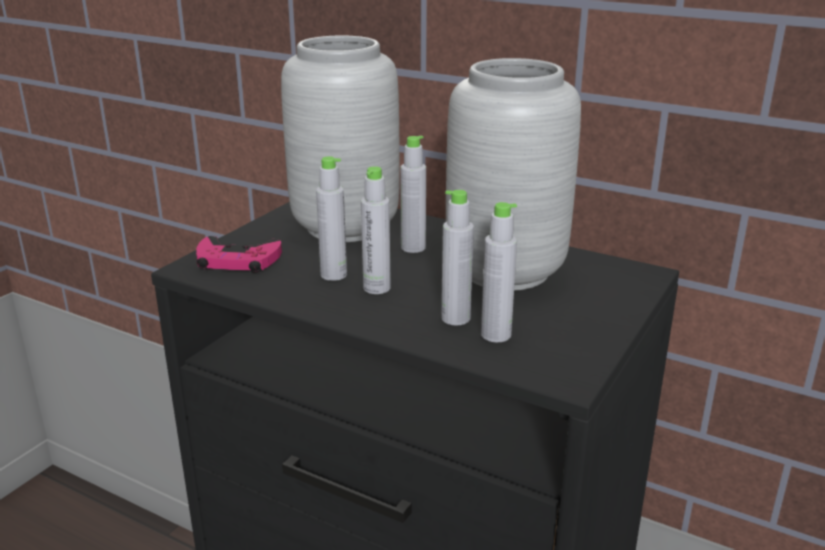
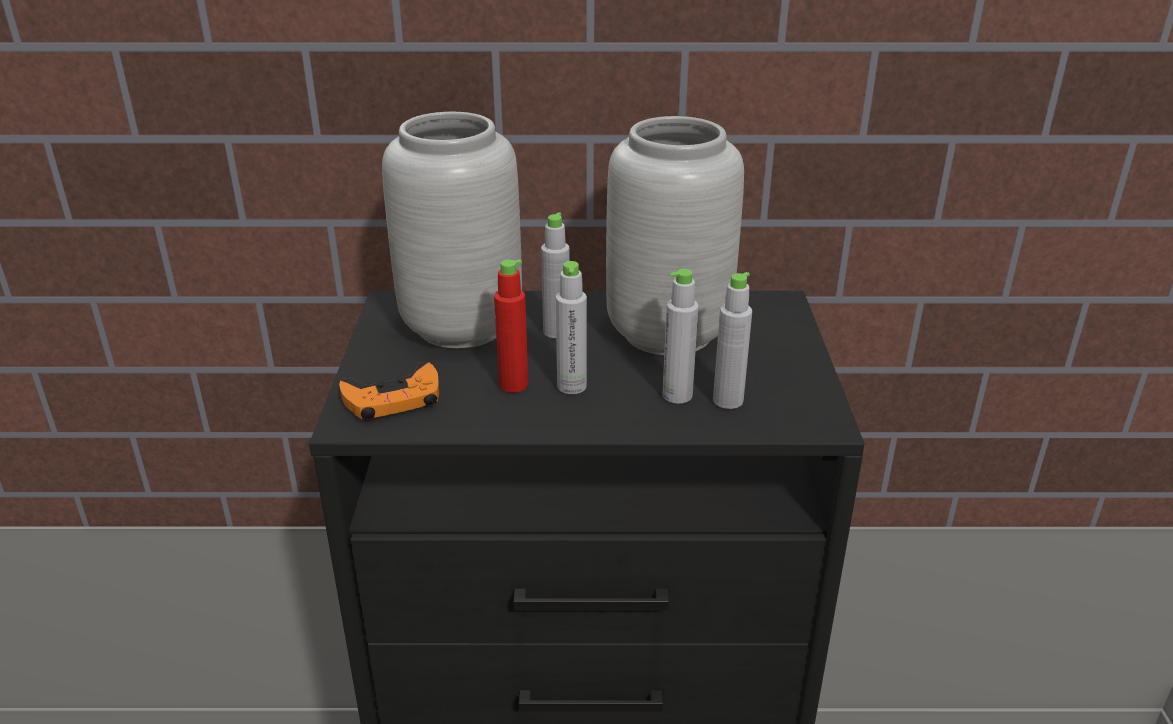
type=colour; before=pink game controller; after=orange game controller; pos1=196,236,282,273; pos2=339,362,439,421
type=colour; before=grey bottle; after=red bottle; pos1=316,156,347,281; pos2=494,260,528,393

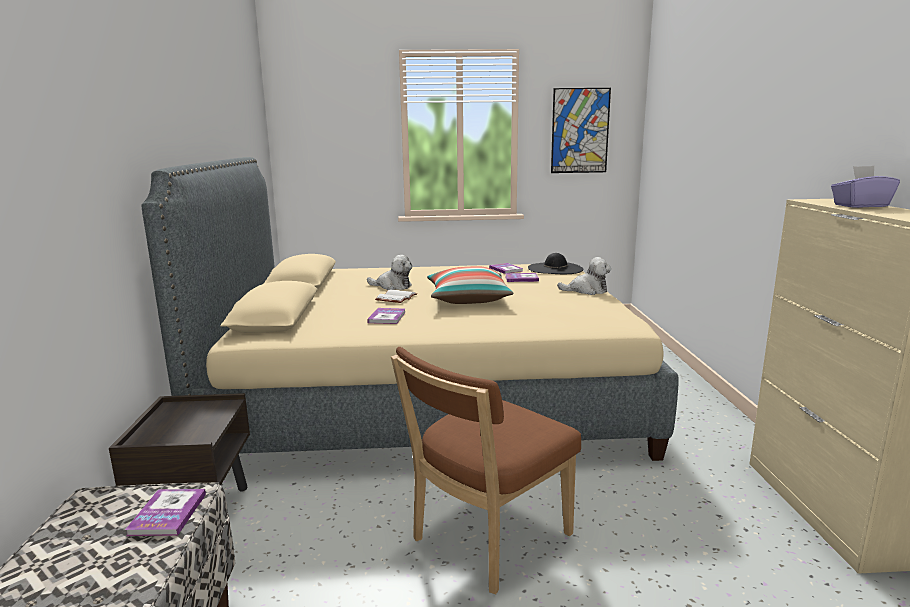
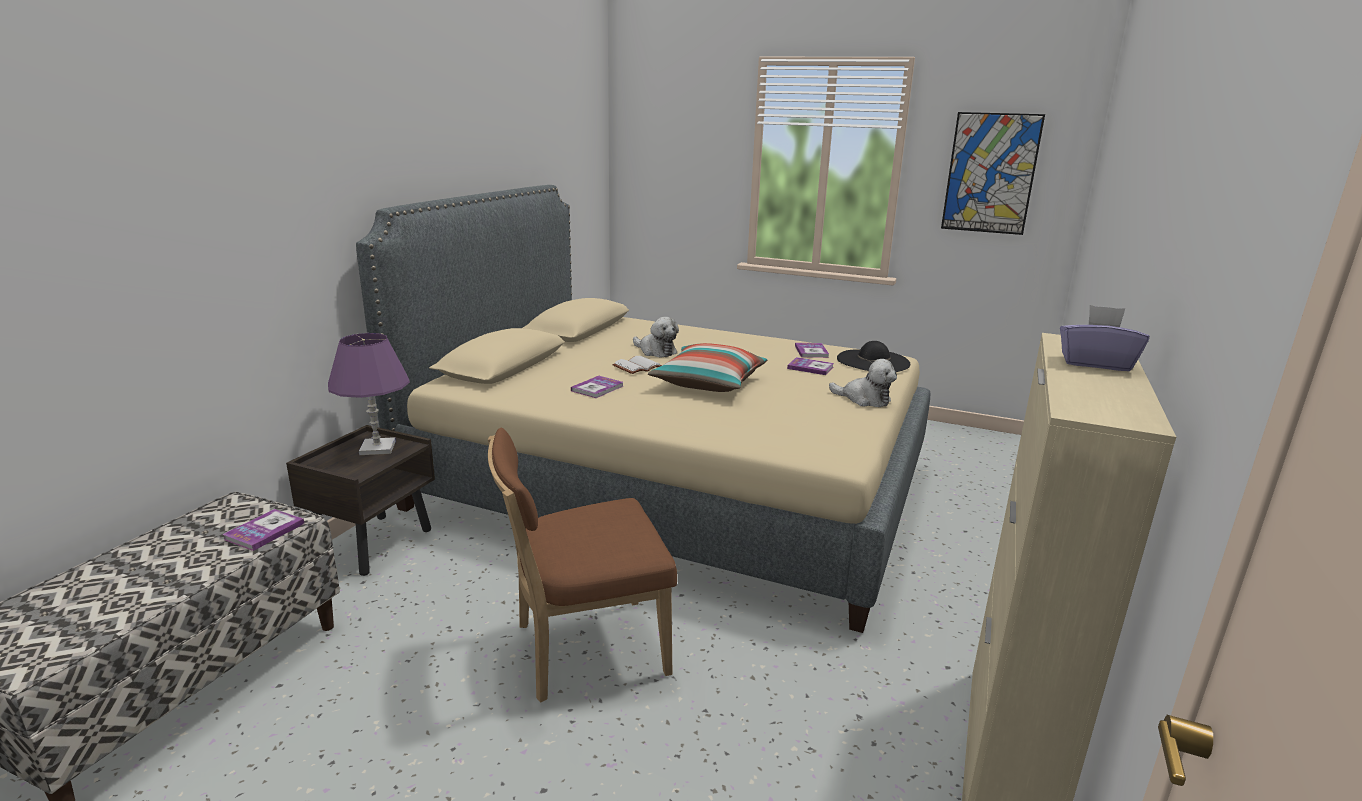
type=appeared; after=purple table lamp; pos2=328,333,410,455

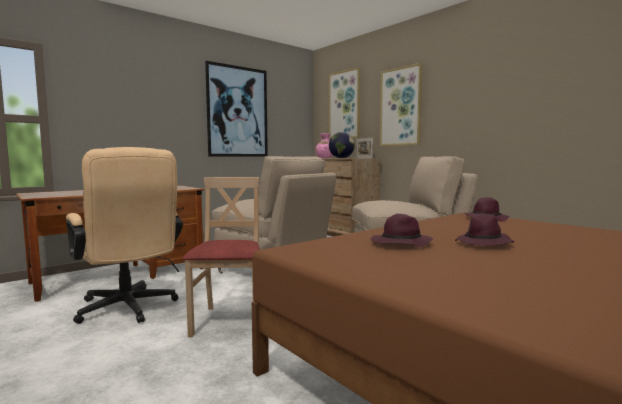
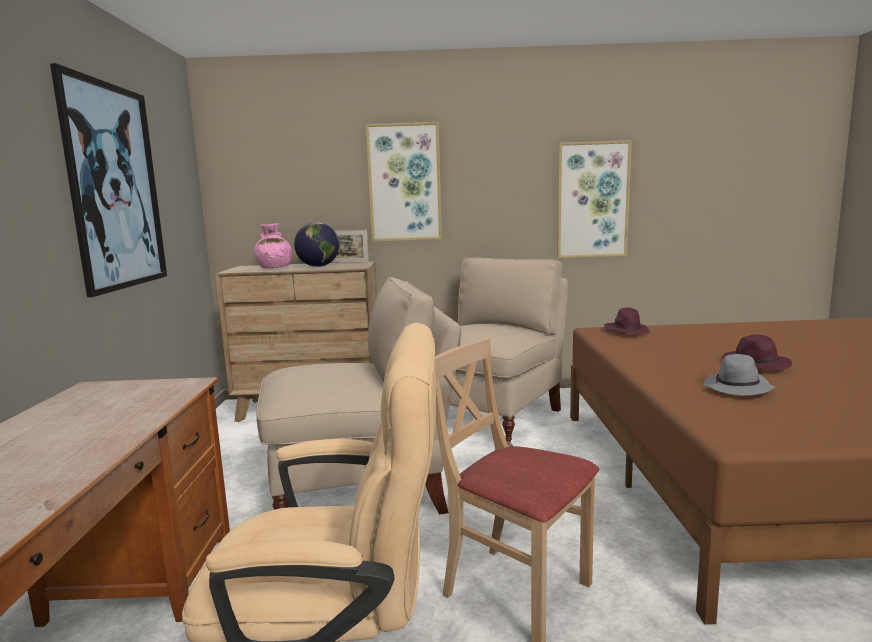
type=relocated; before=picture; pos1=329,67,360,139; pos2=557,140,632,258
type=colour; before=purple hat; after=grey hat; pos1=370,214,433,247; pos2=704,354,775,396

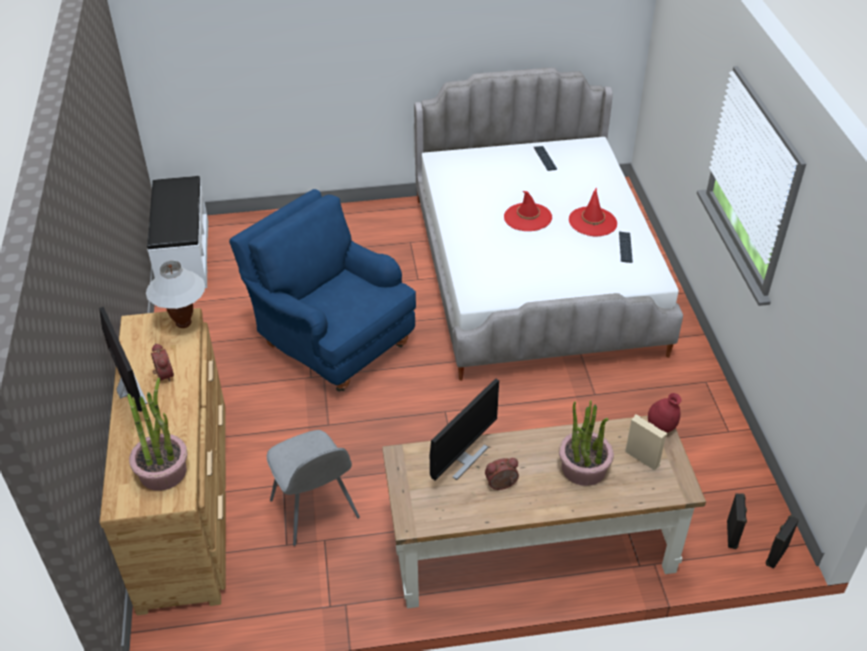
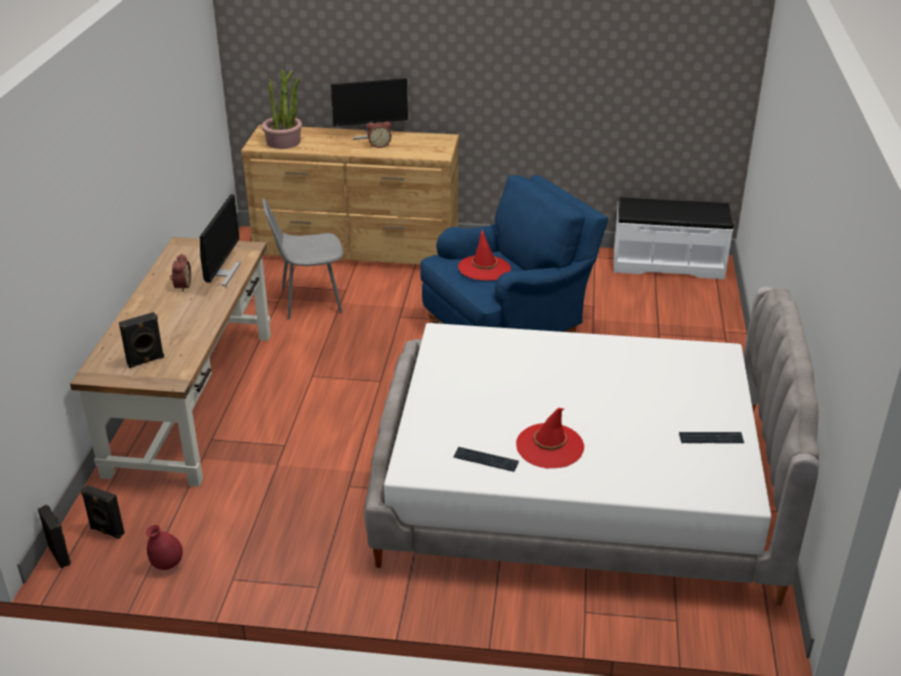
type=colour; before=beige speaker; after=black speaker; pos1=625,414,667,471; pos2=119,312,164,368
type=relocated; before=red vase; pos1=648,393,682,433; pos2=146,525,183,570
type=spun; before=monitor; pos1=430,378,499,480; pos2=200,194,241,286; turn=-135
type=relocated; before=red hat; pos1=504,191,552,231; pos2=458,230,511,281
type=missing; before=white table lamp; pos1=146,260,205,328
type=missing; before=potted plant; pos1=559,400,614,486

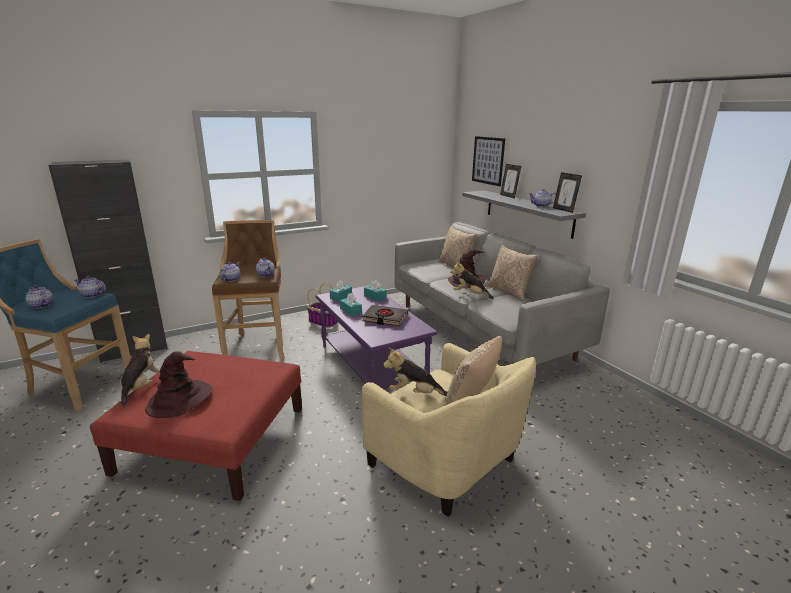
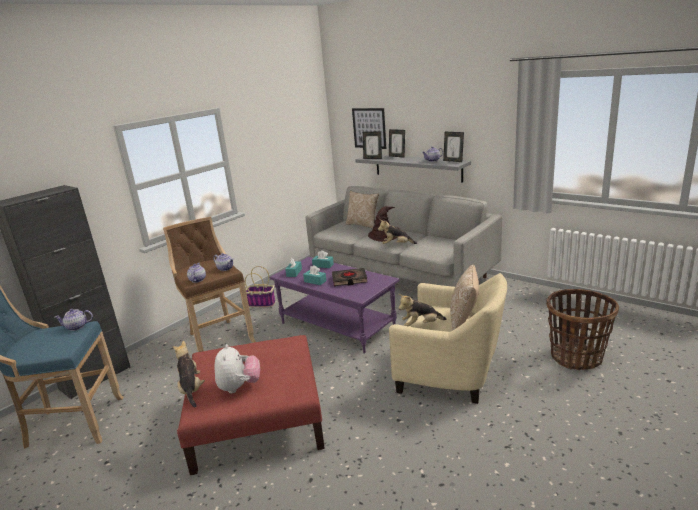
type=exchanged; before=brown hat; after=plush toy; pos1=145,351,213,418; pos2=215,344,260,394
type=appeared; after=picture frame; pos2=363,131,382,159
type=appeared; after=basket; pos2=546,289,619,370
type=missing; before=teapot; pos1=25,286,53,309
type=missing; before=pillow; pos1=487,245,538,301

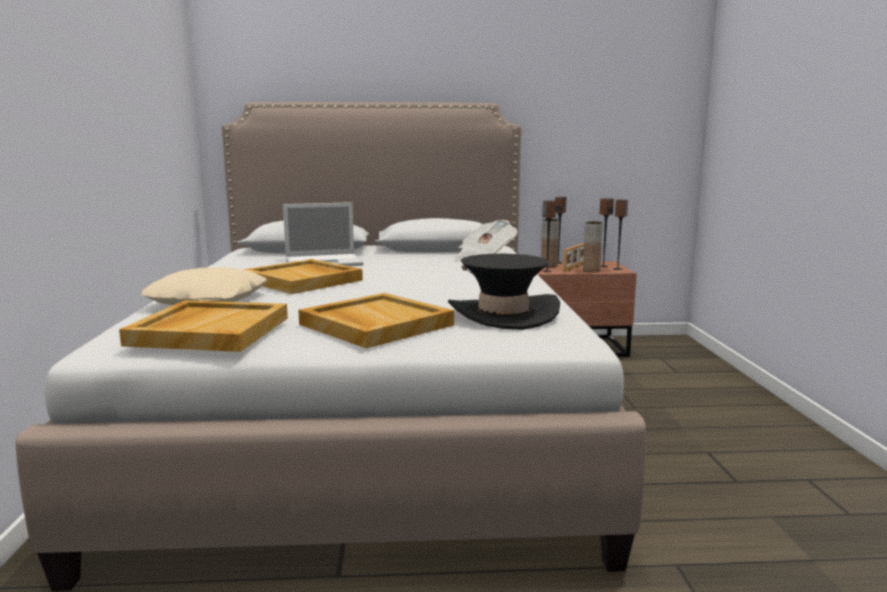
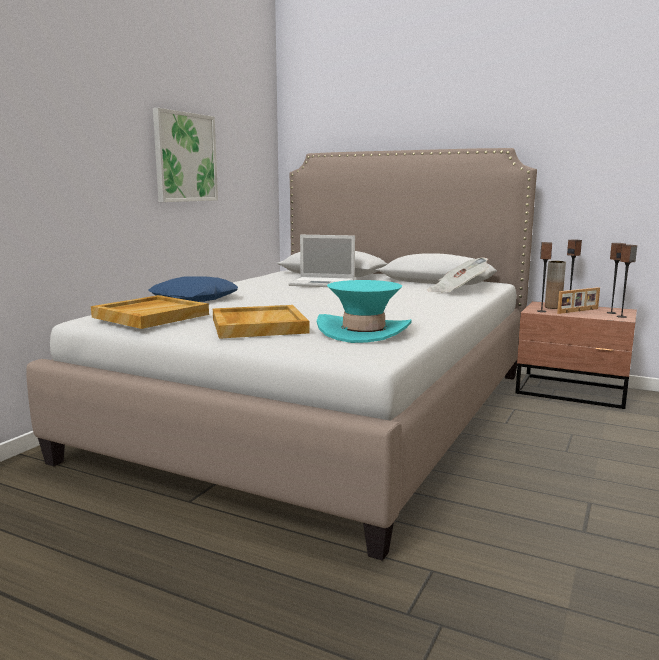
type=colour; before=beige pillow; after=blue pillow; pos1=142,267,267,305; pos2=148,276,238,302
type=appeared; after=picture; pos2=153,108,218,202
type=colour; before=black hat; after=turquoise hat; pos1=448,254,560,330; pos2=317,280,412,343
type=missing; before=beige tray; pos1=243,259,363,294
type=missing; before=brown vase; pos1=583,222,603,272

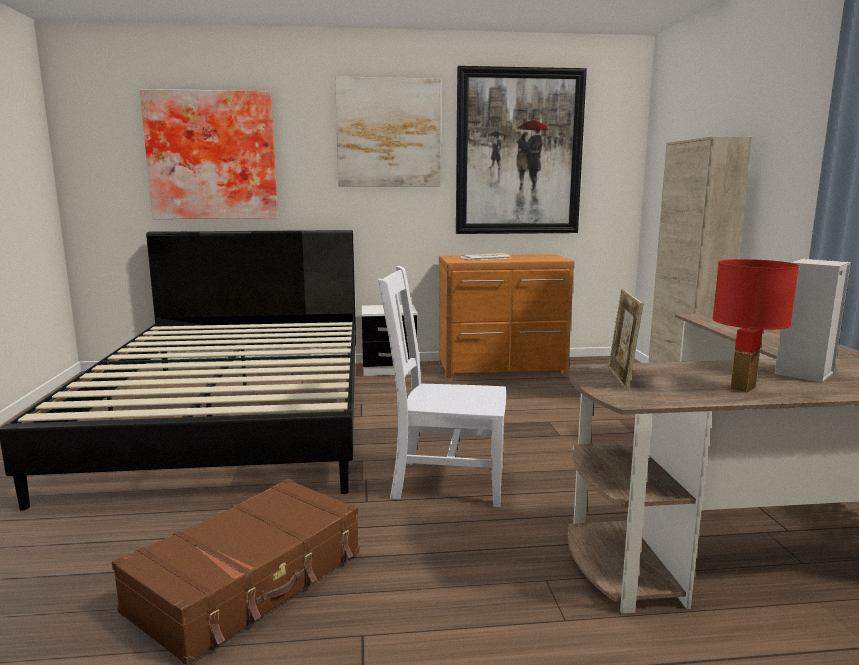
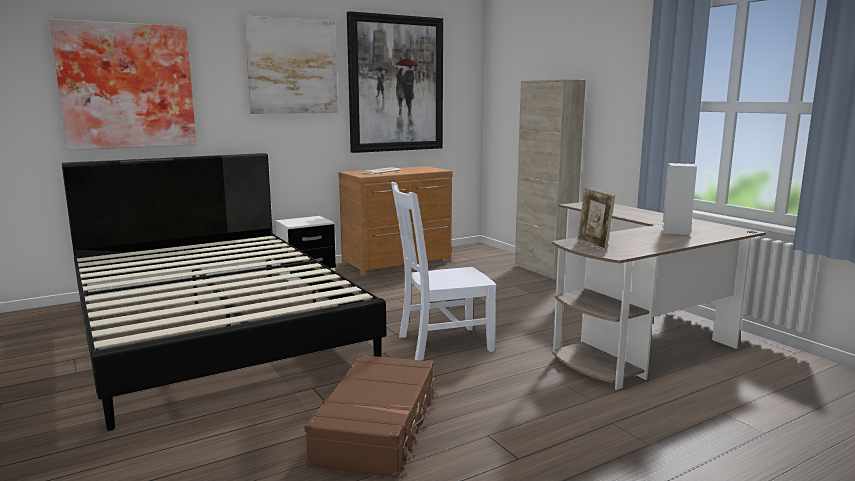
type=missing; before=red table lamp; pos1=712,259,799,393

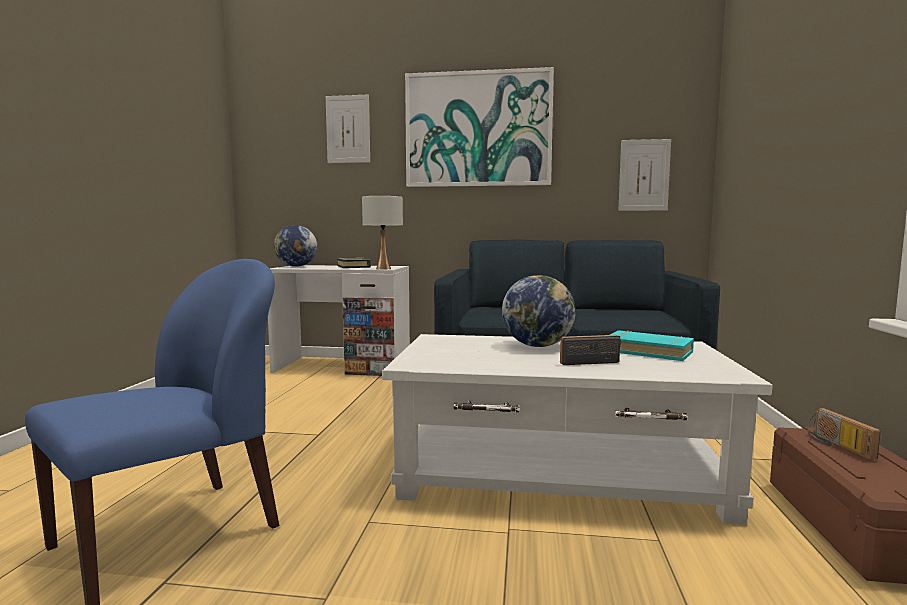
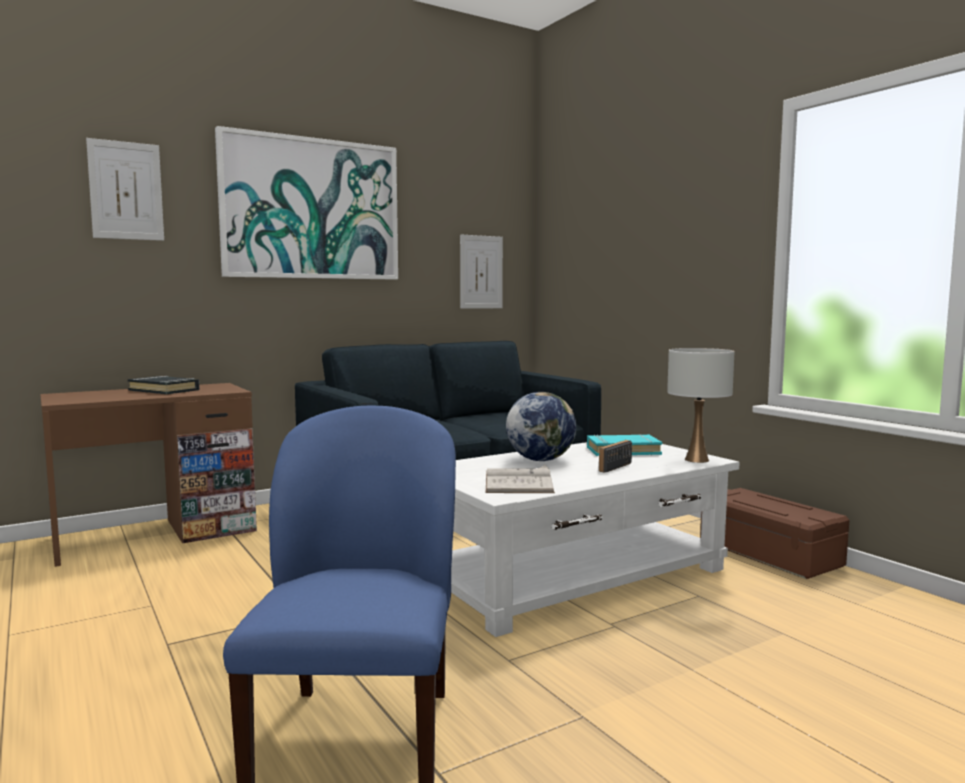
type=colour; before=white desk; after=brown desk; pos1=268,265,410,376; pos2=40,383,257,567
type=appeared; after=white book; pos2=486,465,555,493
type=relocated; before=white table lamp; pos1=362,196,403,270; pos2=667,348,734,463
type=missing; before=globe; pos1=274,225,317,267
type=missing; before=radio; pos1=807,408,881,460

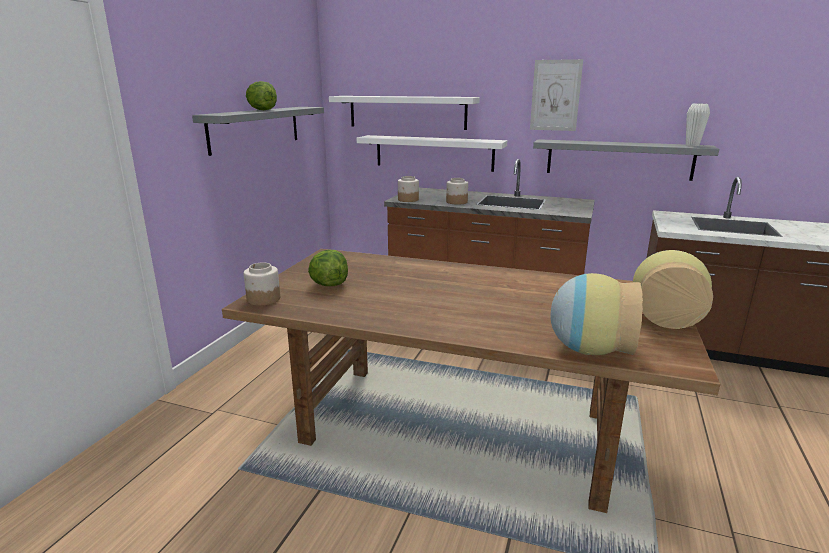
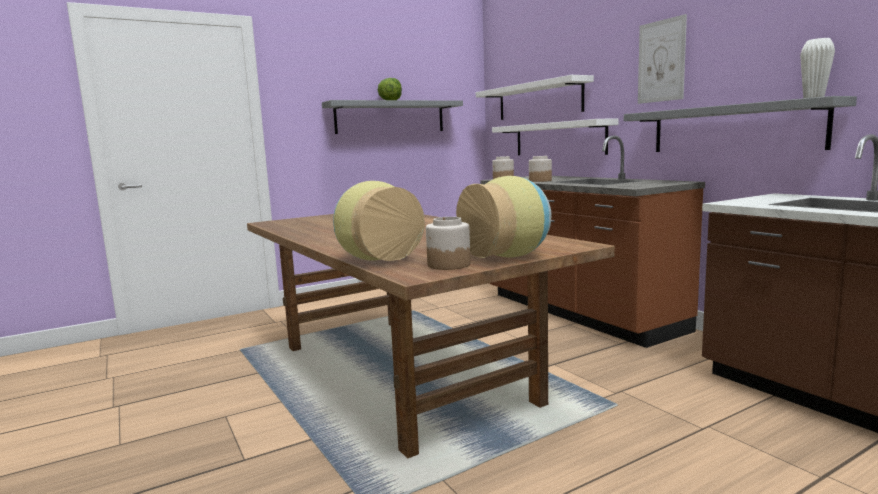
type=relocated; before=jar; pos1=244,262,280,306; pos2=426,217,471,270
type=missing; before=lettuce; pos1=308,250,348,286

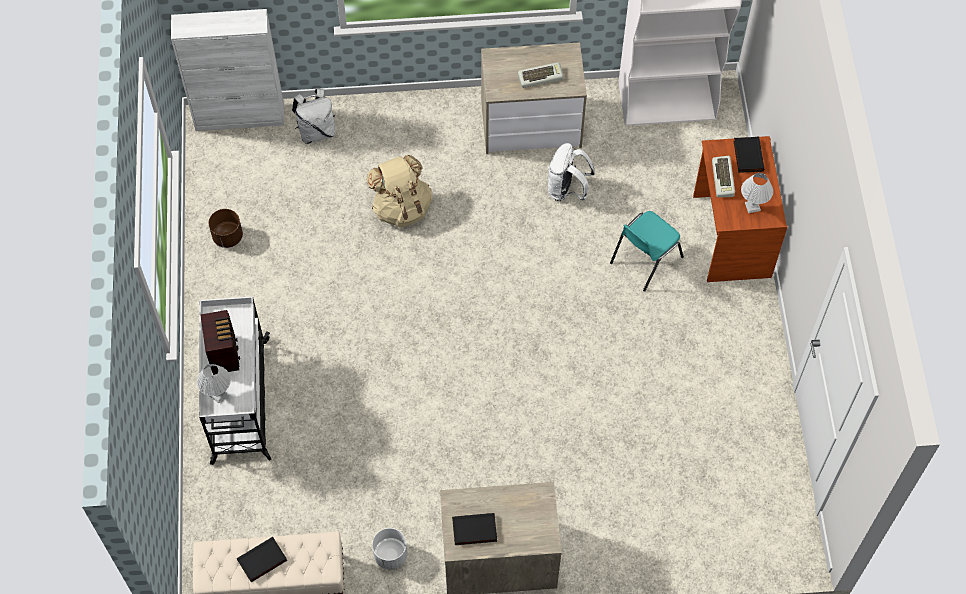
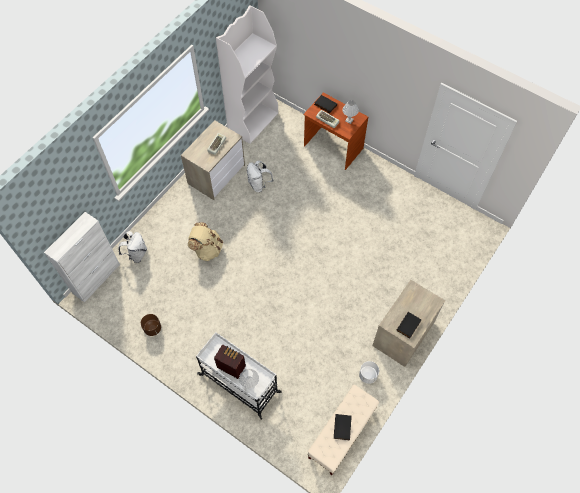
type=missing; before=turquoise chair; pos1=610,211,684,292

